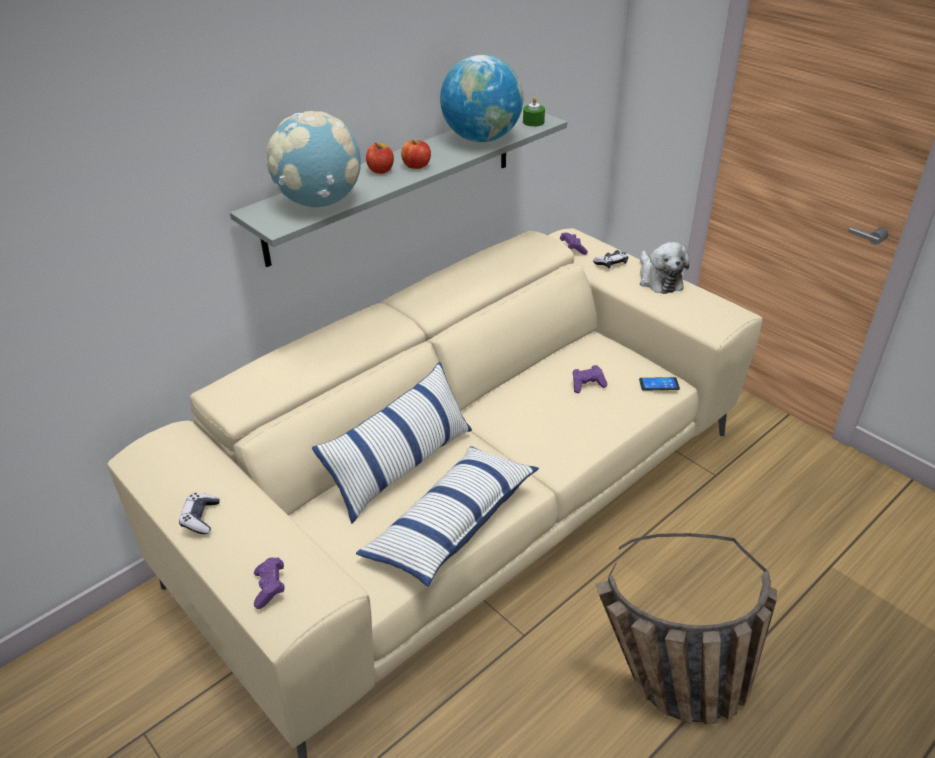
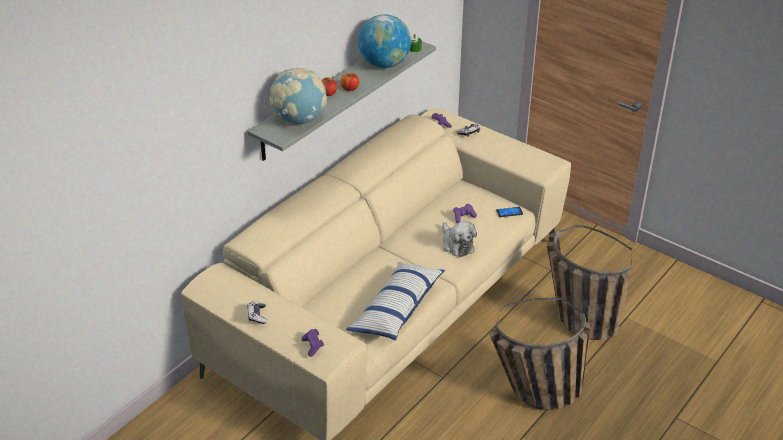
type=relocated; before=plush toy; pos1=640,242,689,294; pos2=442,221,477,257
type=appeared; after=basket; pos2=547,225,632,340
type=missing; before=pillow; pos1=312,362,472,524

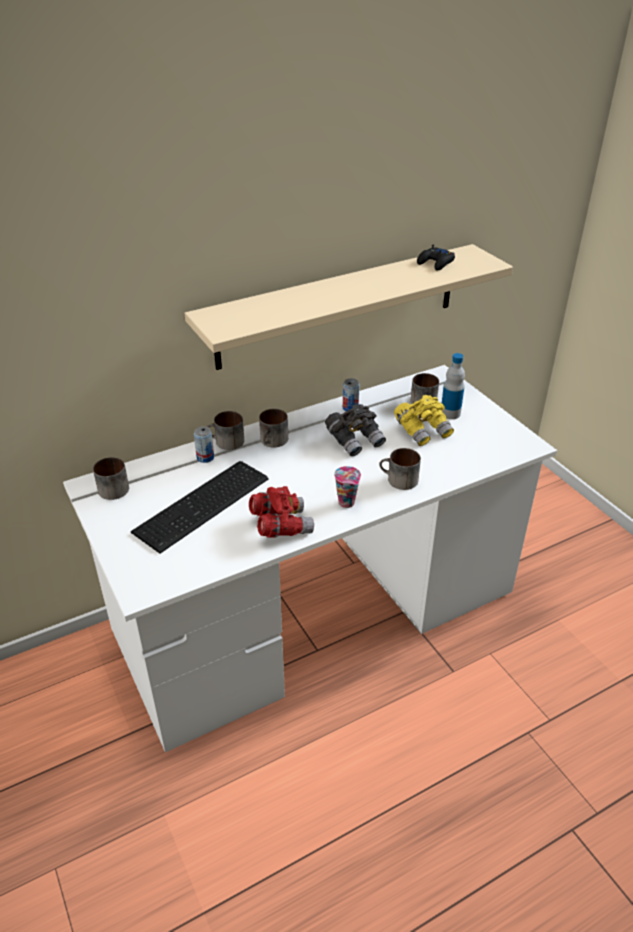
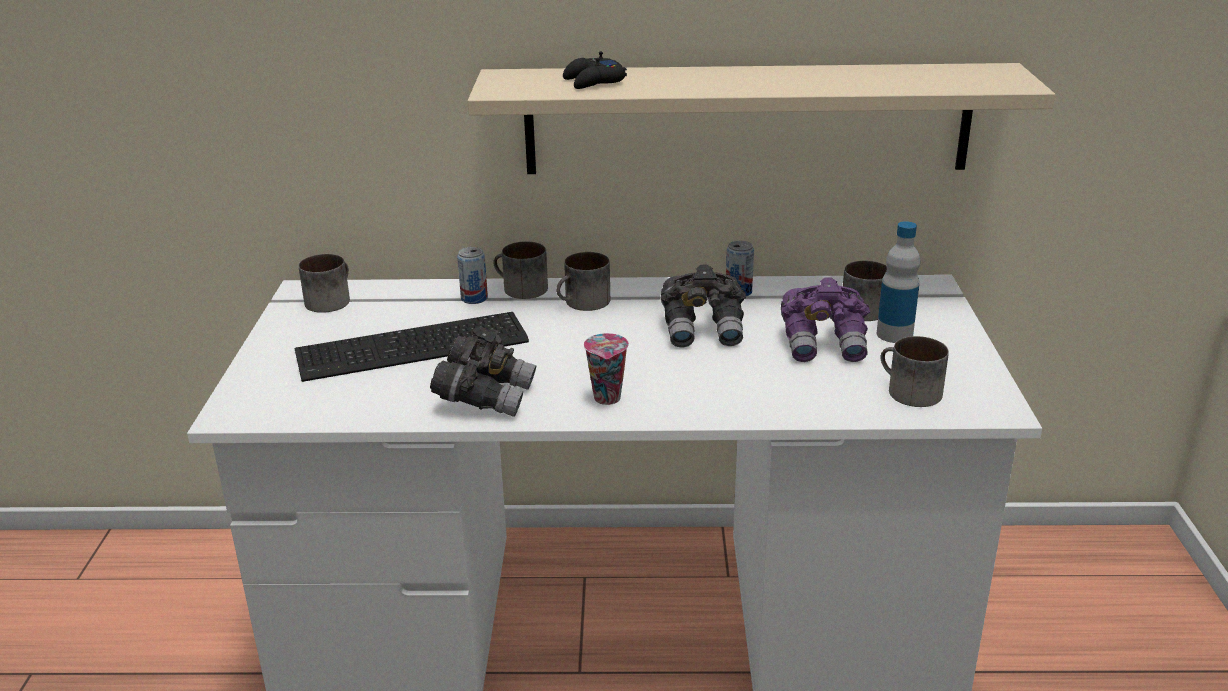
type=colour; before=red binoculars; after=grey binoculars; pos1=249,486,314,537; pos2=430,327,536,417
type=relocated; before=black game controller; pos1=417,244,455,271; pos2=563,52,627,89
type=colour; before=yellow binoculars; after=purple binoculars; pos1=394,395,454,446; pos2=781,277,870,362
type=relocated; before=mug; pos1=379,448,421,490; pos2=881,336,949,407

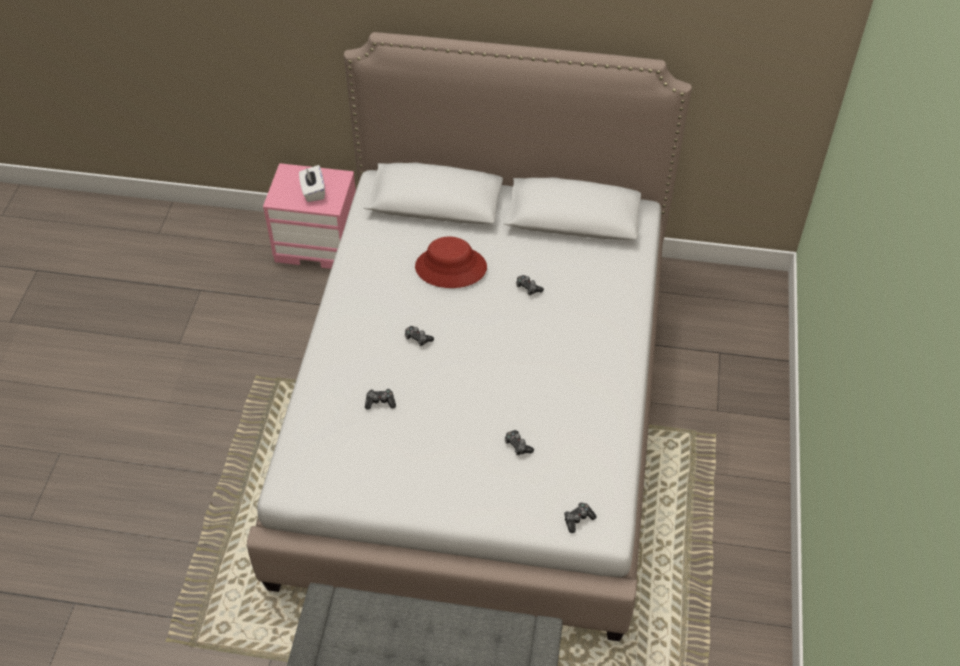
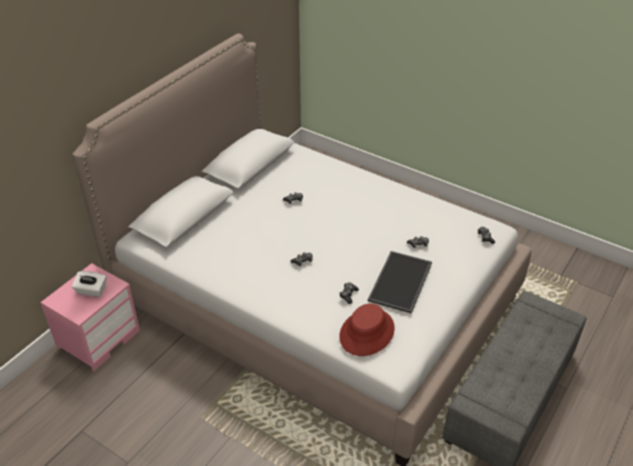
type=relocated; before=red hat; pos1=415,237,487,288; pos2=339,304,395,356
type=appeared; after=tray; pos2=368,251,432,313

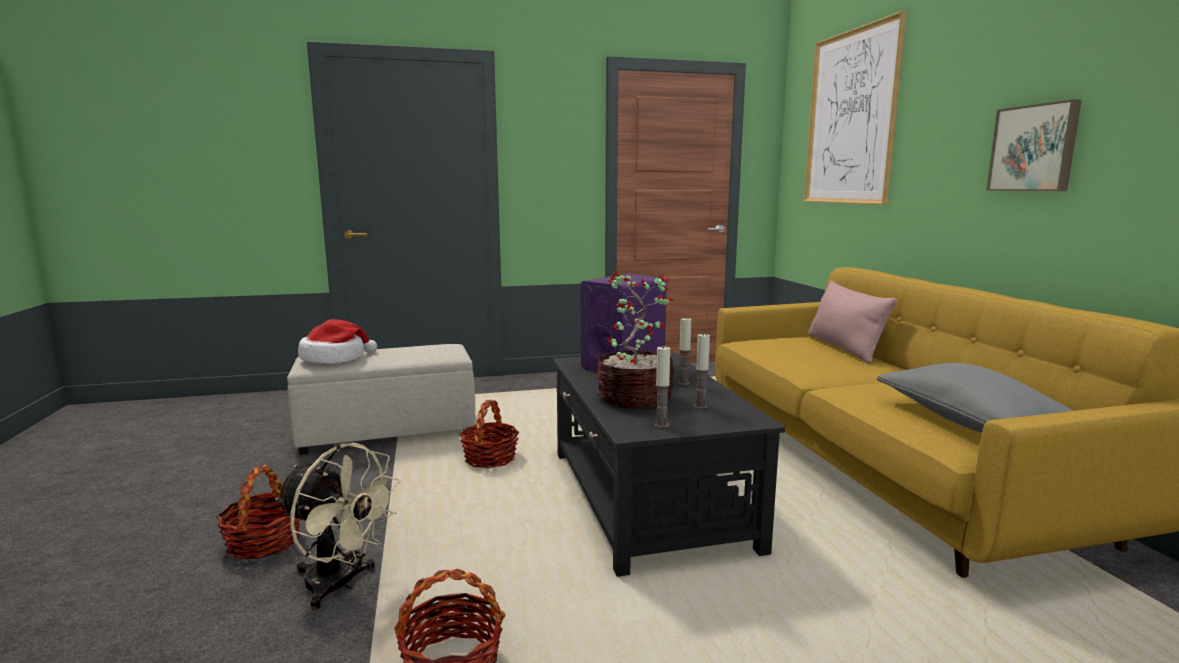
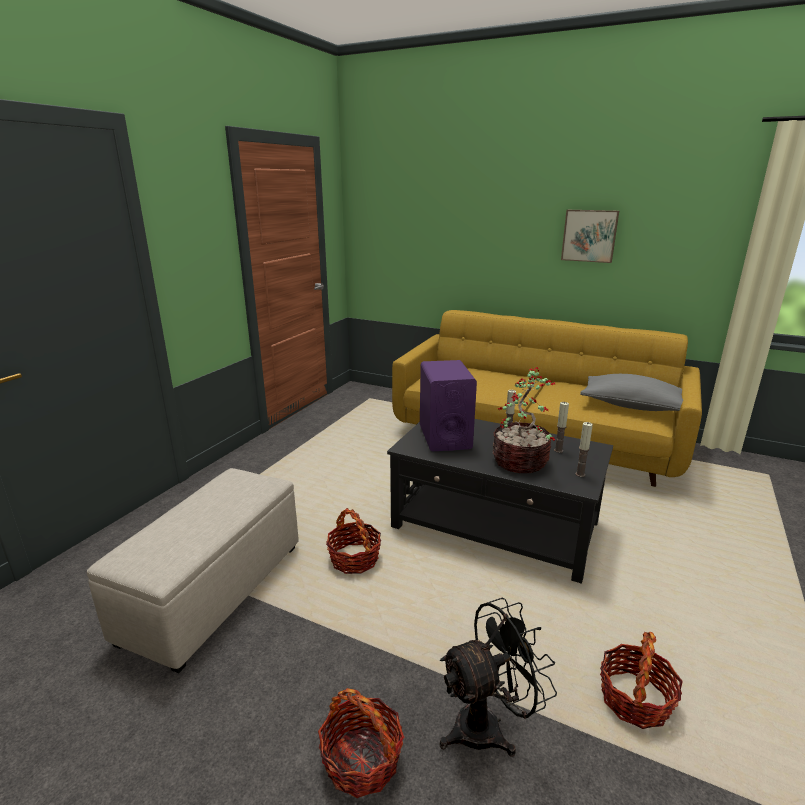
type=colour; before=beige fan; after=black fan; pos1=275,443,400,610; pos2=439,598,557,757
type=missing; before=hat; pos1=298,319,377,364
type=missing; before=picture; pos1=804,11,907,205
type=missing; before=pink pillow; pos1=808,280,897,364

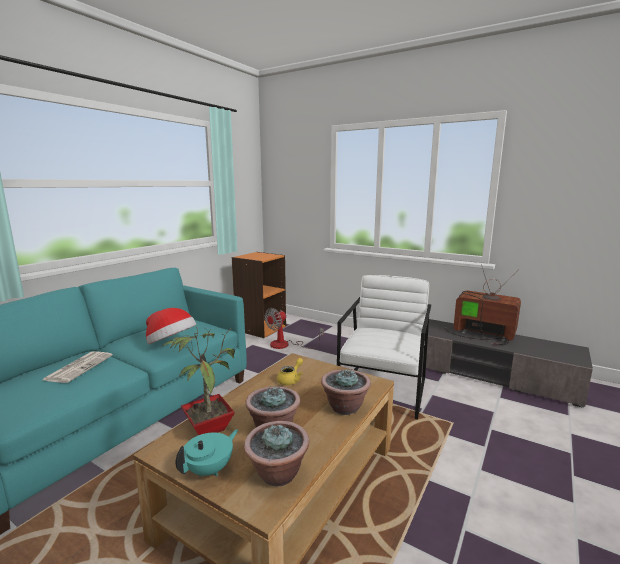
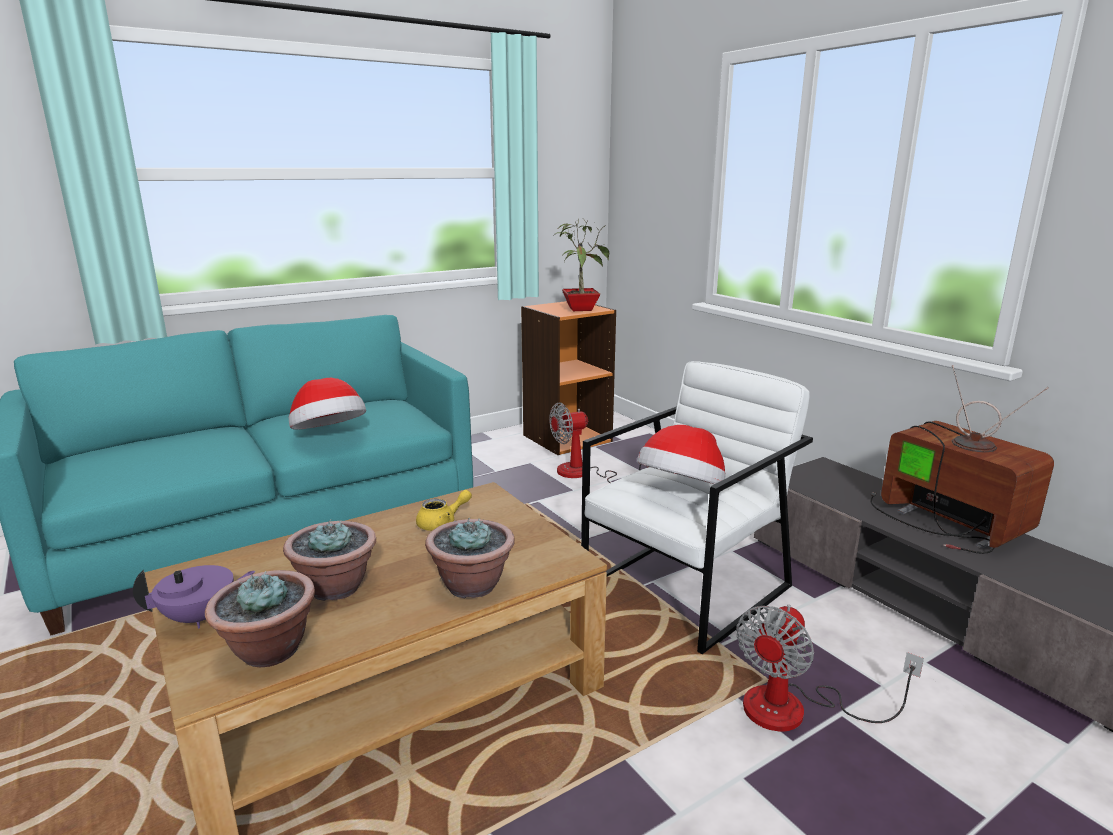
type=colour; before=turquoise teapot; after=purple teapot; pos1=175,429,238,477; pos2=133,565,256,629
type=relocated; before=potted plant; pos1=162,327,236,435; pos2=552,220,609,311
type=appeared; after=hat; pos2=637,425,726,484
type=appeared; after=fan; pos2=736,604,924,732
type=missing; before=newspaper; pos1=43,351,112,383

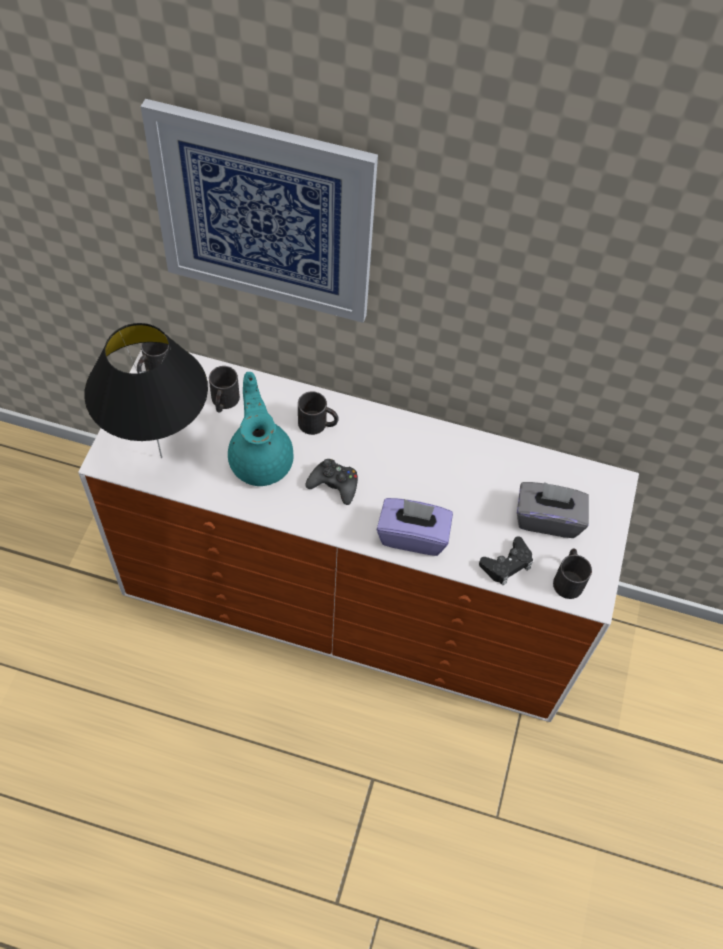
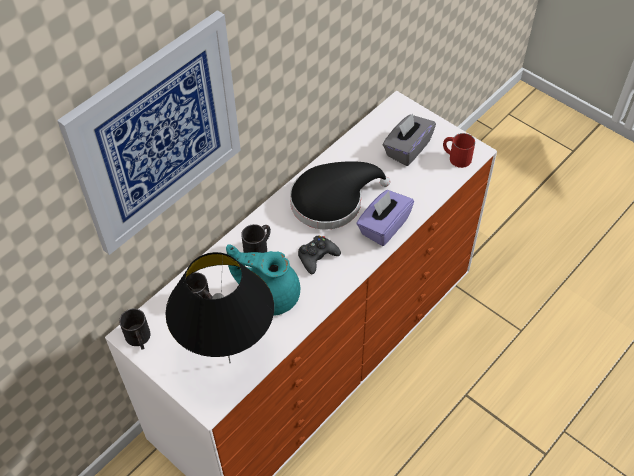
type=appeared; after=black hat; pos2=290,161,390,230
type=colour; before=black mug; after=red mug; pos1=553,549,592,599; pos2=443,133,475,168
type=missing; before=black game controller; pos1=479,536,533,585

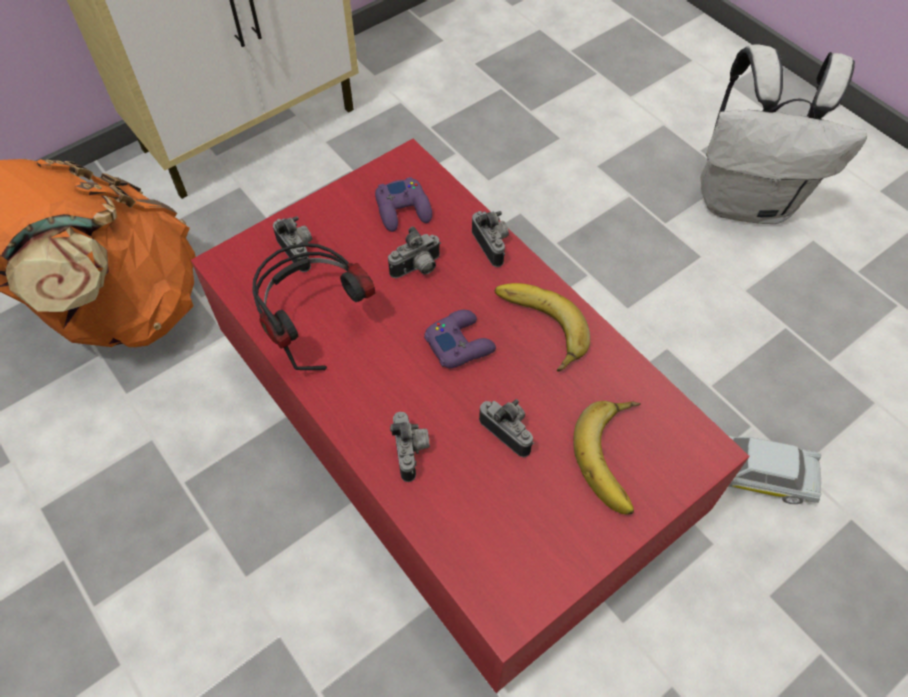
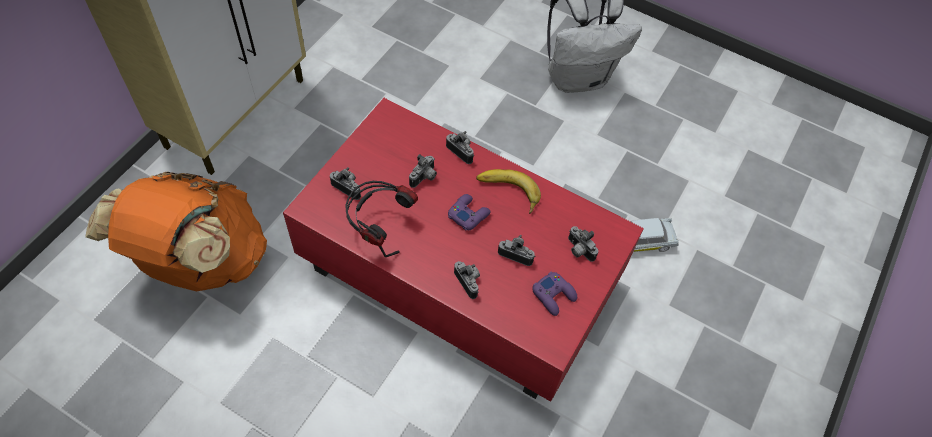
type=relocated; before=purple game controller; pos1=375,177,432,232; pos2=532,271,577,316
type=exchanged; before=banana; after=photo camera; pos1=574,401,641,515; pos2=568,226,598,262

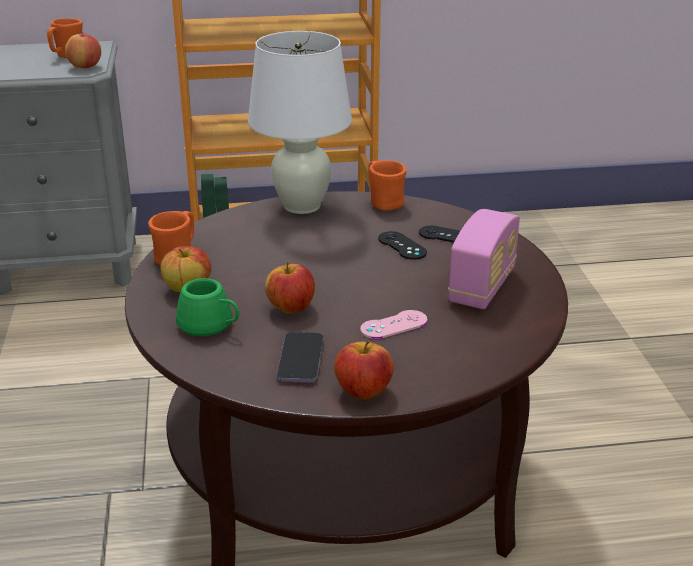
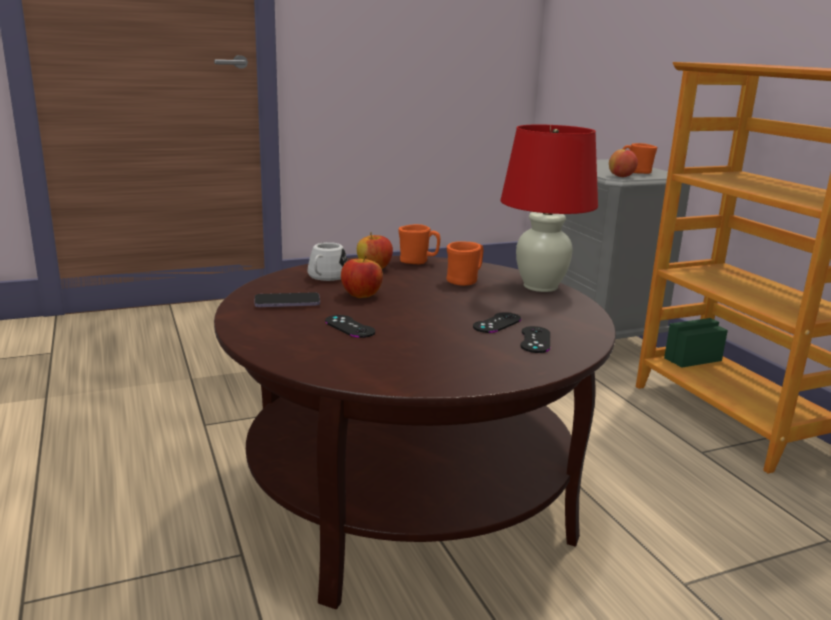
type=colour; before=green mug; after=white mug; pos1=176,278,239,336; pos2=308,242,347,281
type=colour; before=pink game controller; after=black game controller; pos1=360,310,427,339; pos2=325,315,375,338
type=relocated; before=orange mug; pos1=368,160,407,211; pos2=447,242,483,286
type=colour; before=white table lamp; after=red table lamp; pos1=248,31,352,214; pos2=500,125,598,292
type=missing; before=apple; pos1=334,340,394,400
type=missing; before=radio; pos1=448,209,520,309

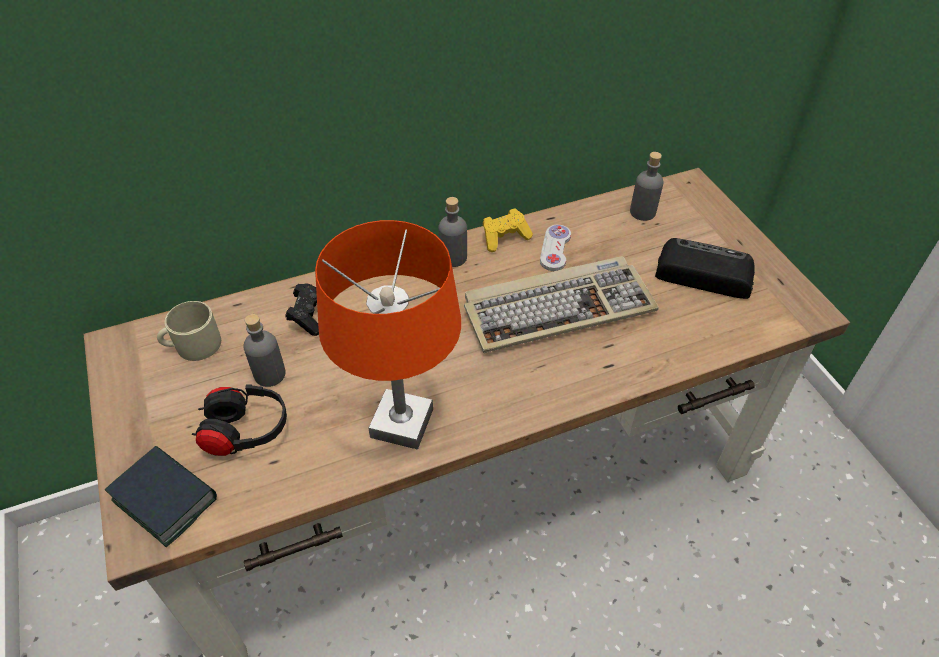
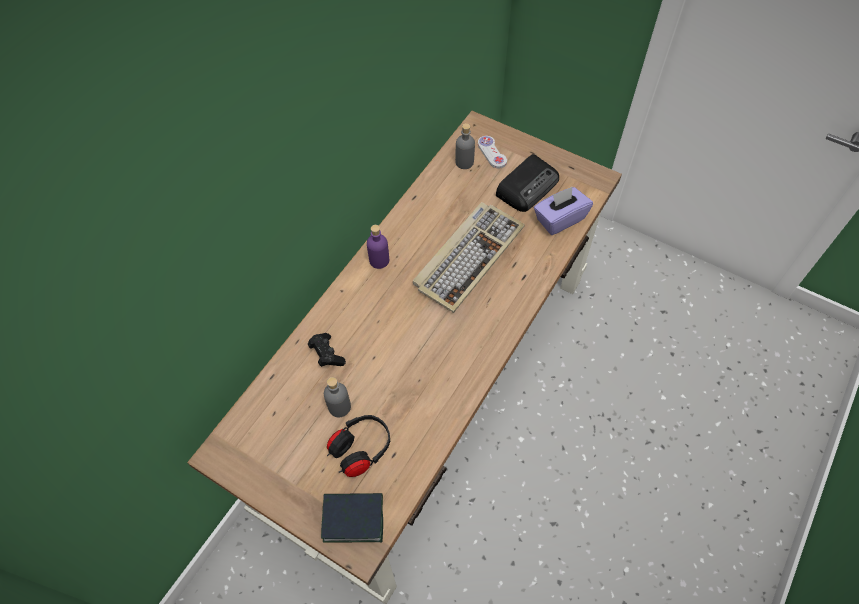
type=colour; before=grey bottle; after=purple bottle; pos1=438,197,467,267; pos2=367,225,389,269
type=relocated; before=white game controller; pos1=540,225,571,271; pos2=478,136,507,168
type=spun; before=radio; pos1=655,238,755,299; pos2=496,154,559,212; turn=150
type=appeared; after=purple tissue box; pos2=534,187,593,235
type=missing; before=beige mug; pos1=157,301,221,361
type=missing; before=orange table lamp; pos1=315,220,461,450
type=missing; before=yellow game controller; pos1=483,208,533,252

